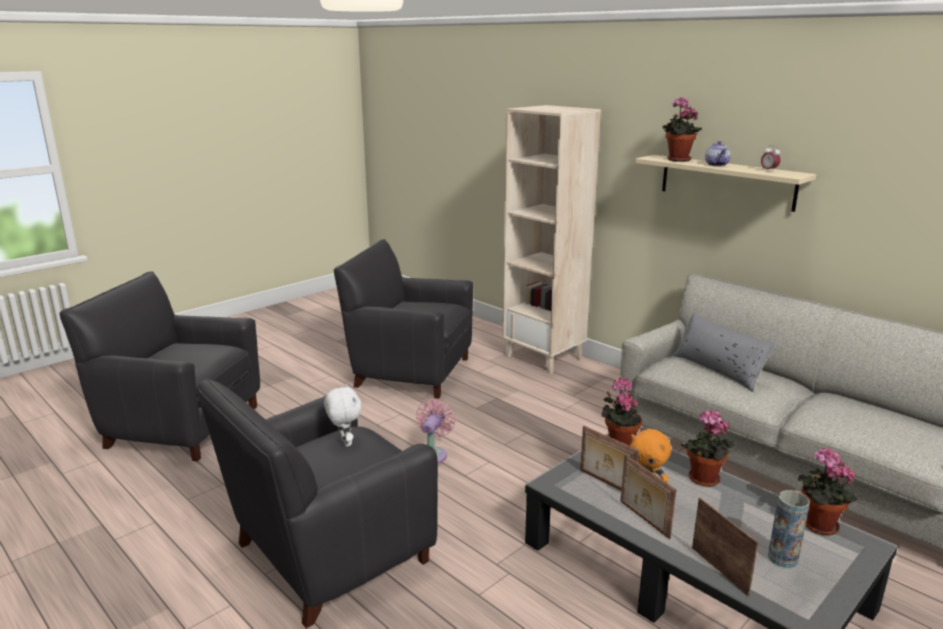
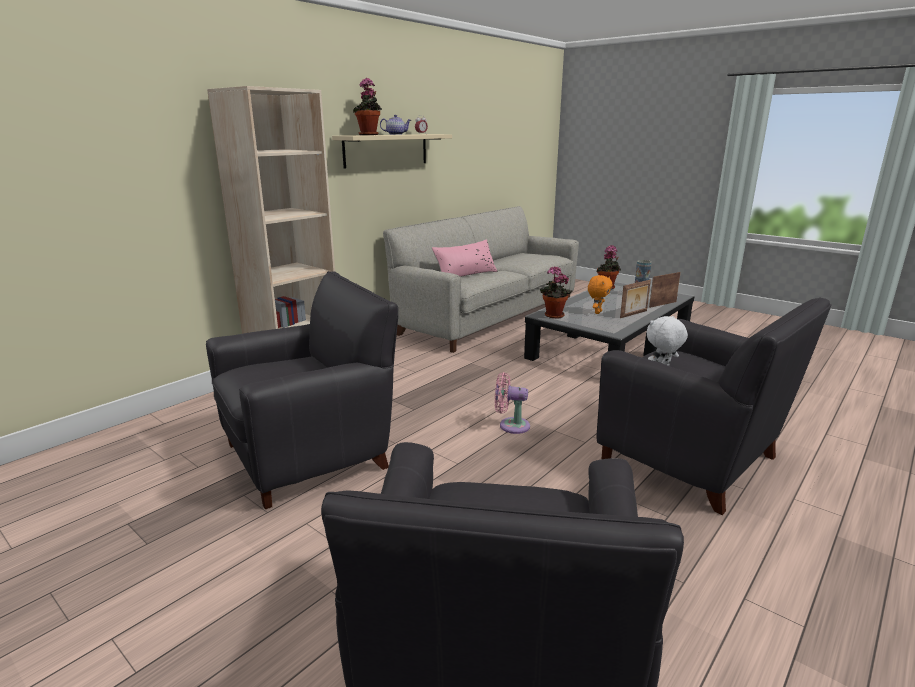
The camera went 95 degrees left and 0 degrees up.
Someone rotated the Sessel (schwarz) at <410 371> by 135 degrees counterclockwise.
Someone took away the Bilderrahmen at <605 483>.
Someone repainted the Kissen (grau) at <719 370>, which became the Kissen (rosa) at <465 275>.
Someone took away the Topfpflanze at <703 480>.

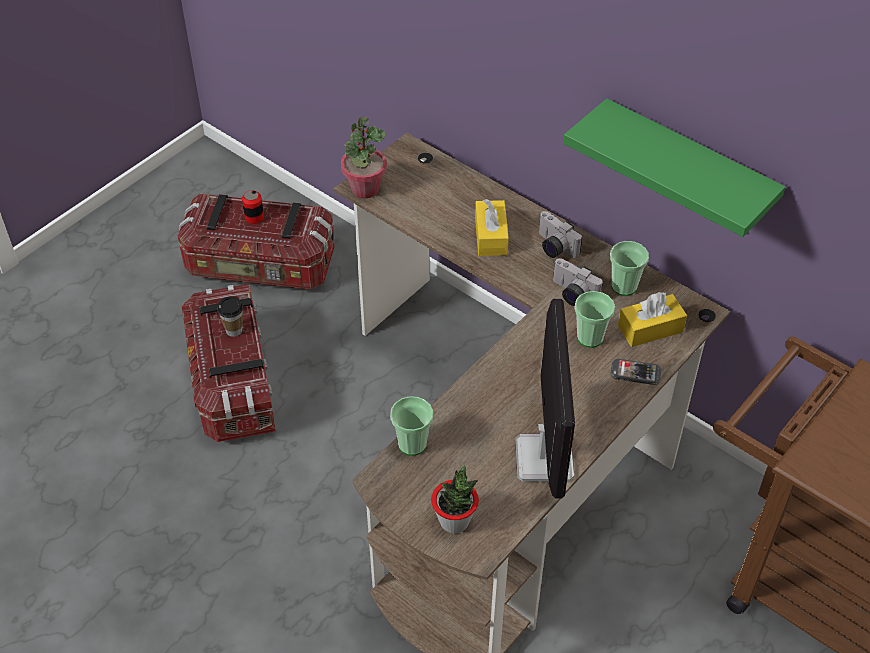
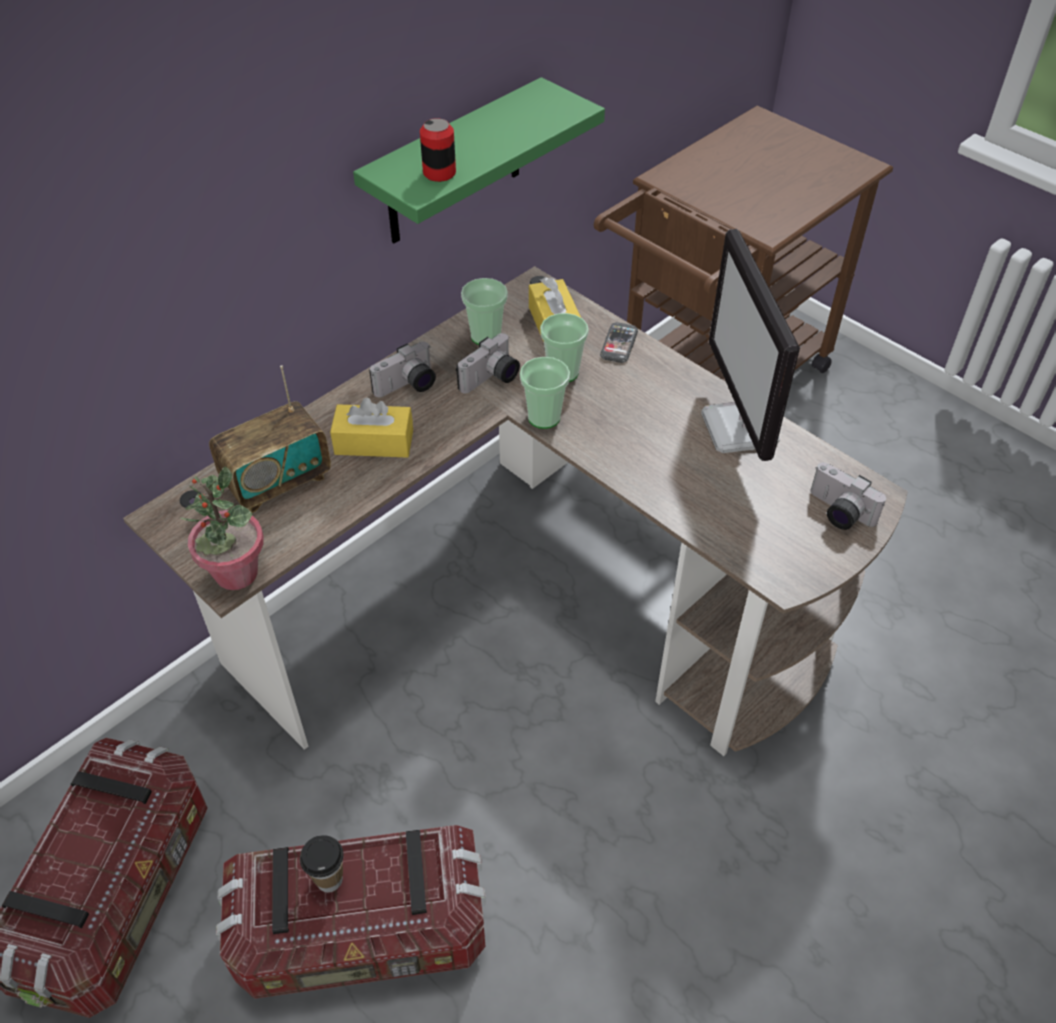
The camera went 85 degrees left and 0 degrees up.
Someone carried the Dose from <254 217> to <439 173>.
Someone carried the Tasse from <412 444> to <544 417>.
Someone swapped the Topfpflanze at <454 521> for the Kamera at <837 513>.
Someone rotated the Monitor at <543 457> by 105 degrees counterclockwise.
Someone put down the Radio at <277 482>.

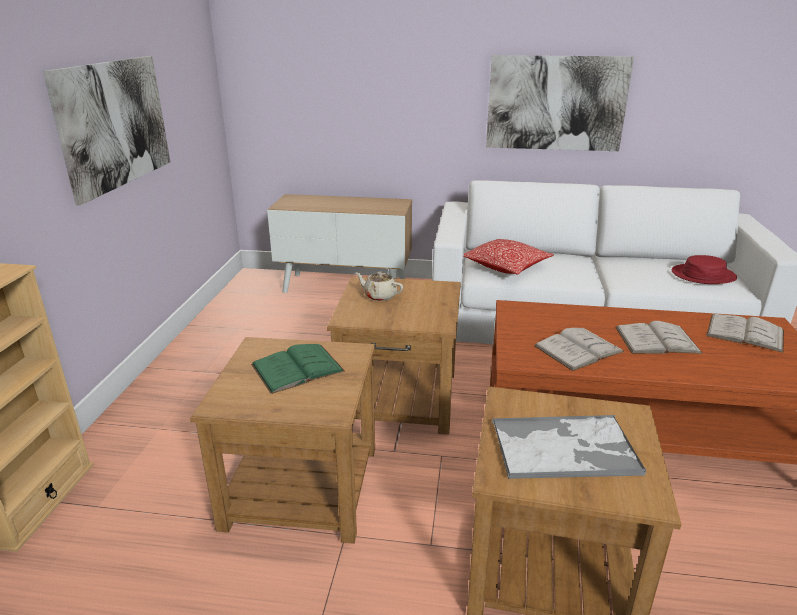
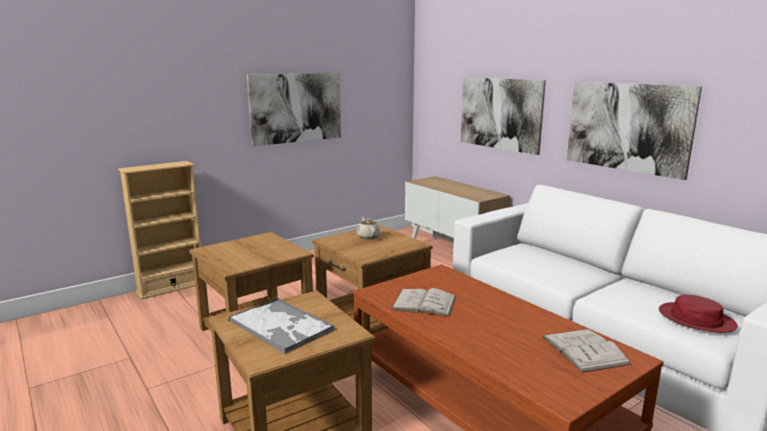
The camera went 45 degrees right and 10 degrees down.
Someone took away the Buch (grün) at <297 368>.
Someone took away the Kissen at <506 266>.
Someone took away the Buch (weiß) at <657 340>.
Someone put up the Bild at <500 113>.

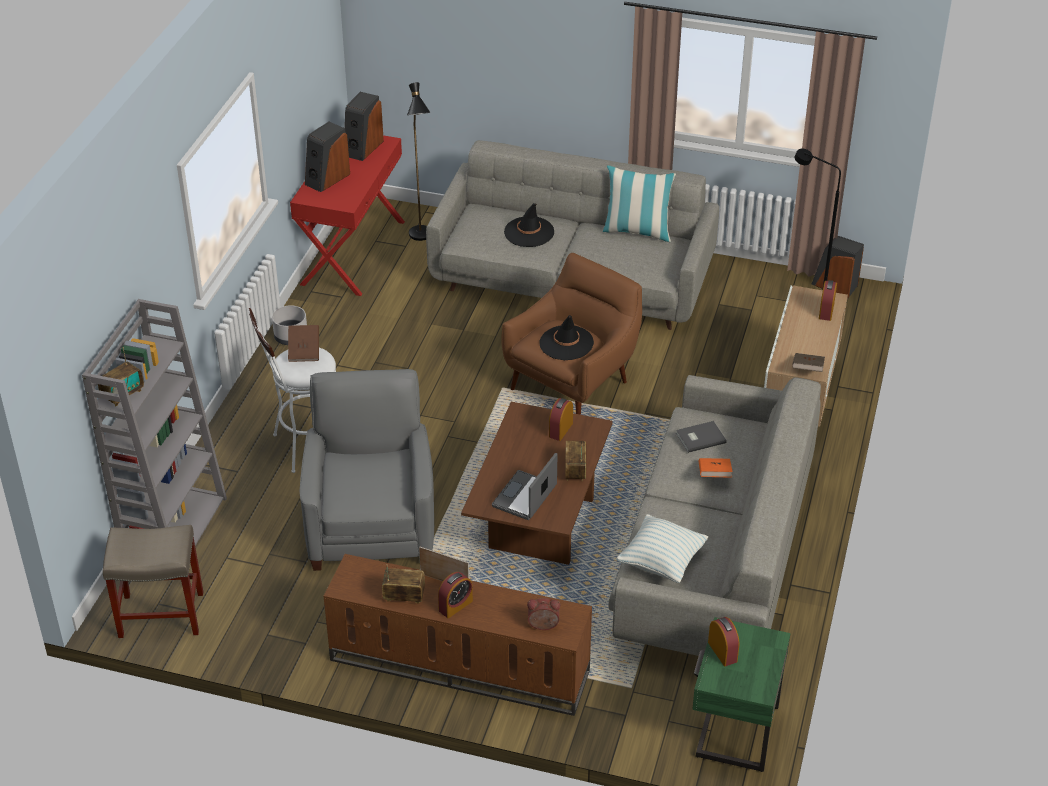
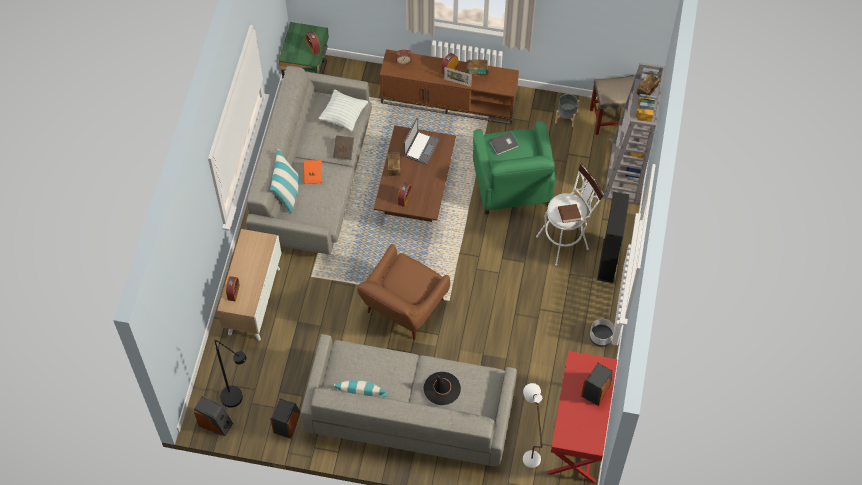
The camera went 175 degrees right and 20 degrees up.
Someone repainted the Sessel (grau) at <371 527>, which became the Sessel (grün) at <512 184>.
Someone carried the Lautsprecher from <363 148> to <287 422>.
Someone repainted the Stehlampe (schwarz) at <422 239>, which became the Stehlampe (weiß) at <529 453>.
Someone took away the Hut (schwarz) at <566 343>.
Someone carried the Buch (grau) from <699 437> to <504 144>.
Someone carried the Buch (braun) from <807 370> to <344 151>.
Someone put down the Kissen at <287 193>.
Someone put down the Pflanzkübel (grau) at <566 117>.
Someone put down the Bücherregal (schwarz) at <608 261>.

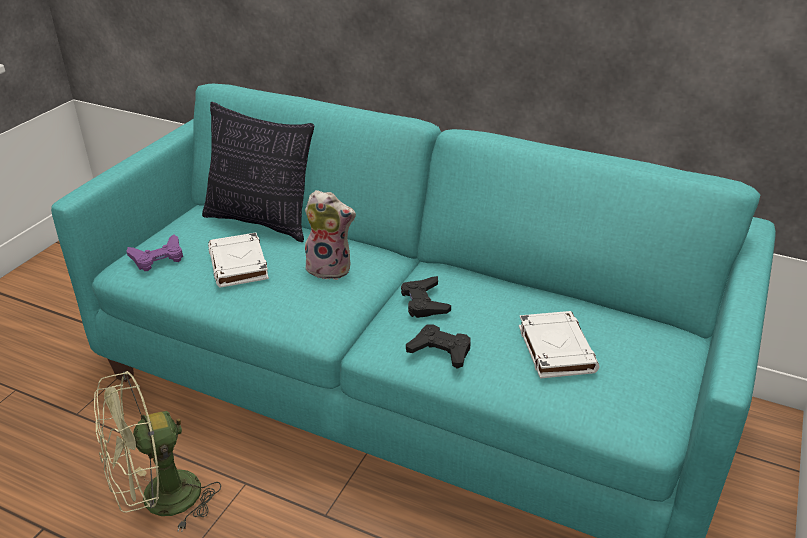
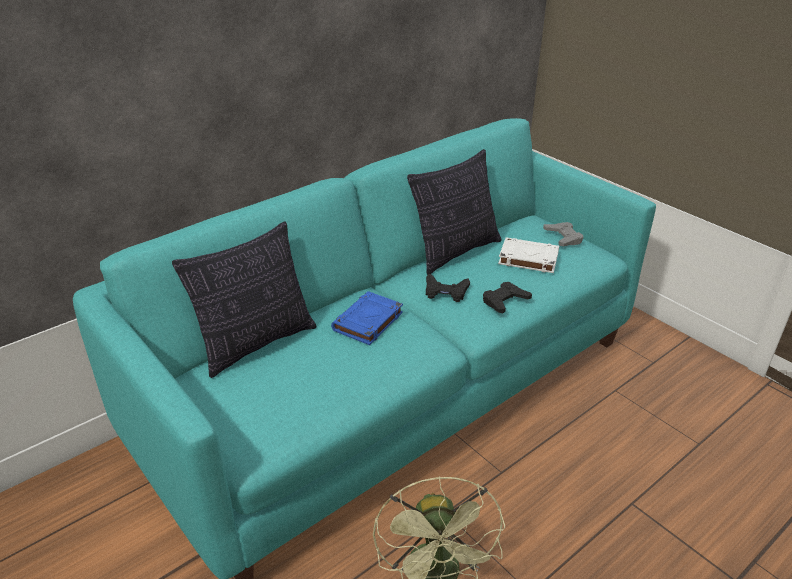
The camera went 65 degrees left and 0 degrees up.
Someone took away the Gamepad (lila) at <158 258>.
Someone took away the Buch (weiß) at <239 265>.
Someone swapped the Plüschtier at <331 268> for the Buch (blau) at <368 322>.
Someone put down the Kissen at <455 252>.
Someone put down the Gamepad (grau) at <563 237>.

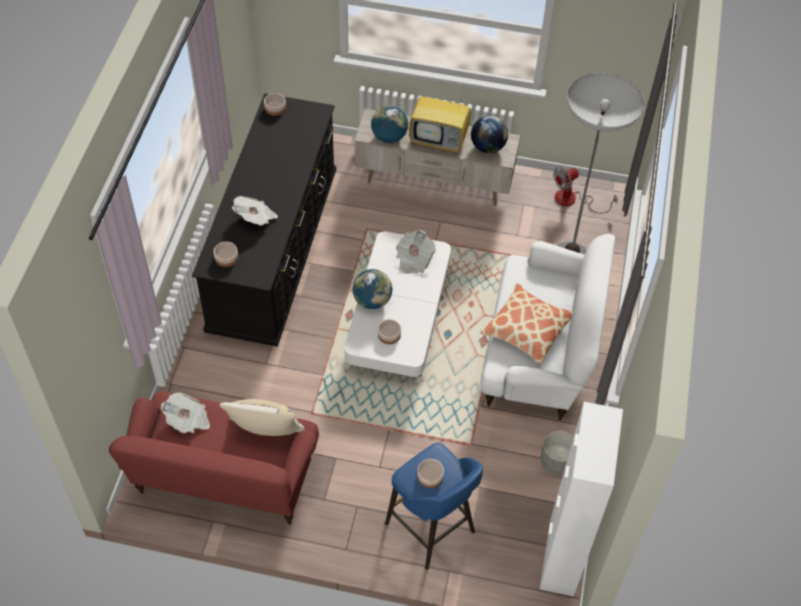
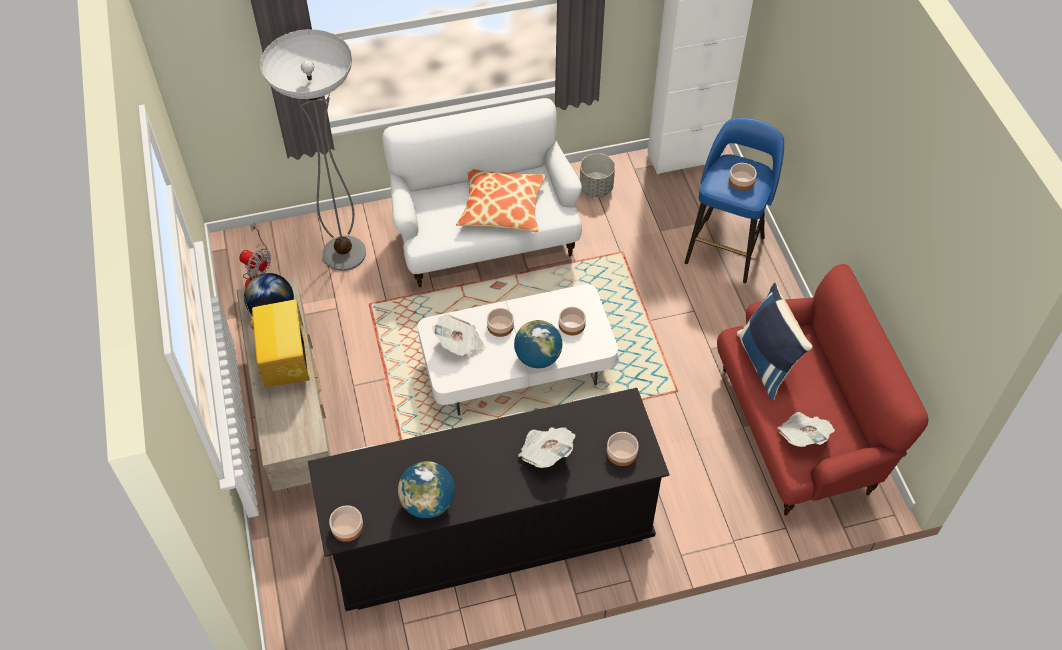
The camera went 115 degrees left and 0 degrees up.
Someone repainted the Kissen (beige) at <264 434>, which became the Kissen (blau) at <767 362>.
Someone carried the Globus from <389 137> to <428 503>.
Someone put down the Schüssel at <500 326>.

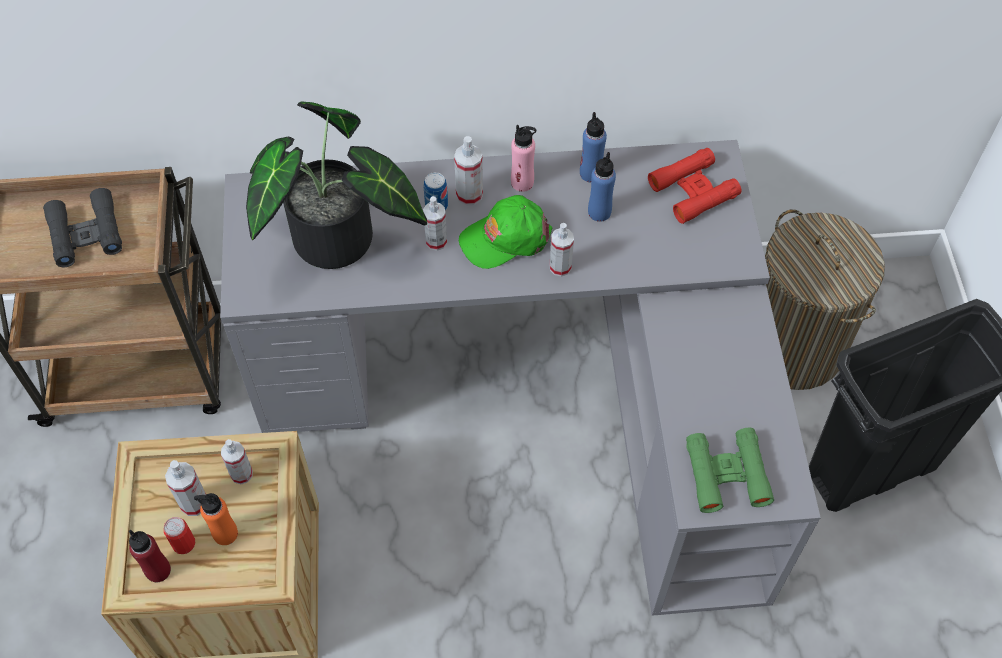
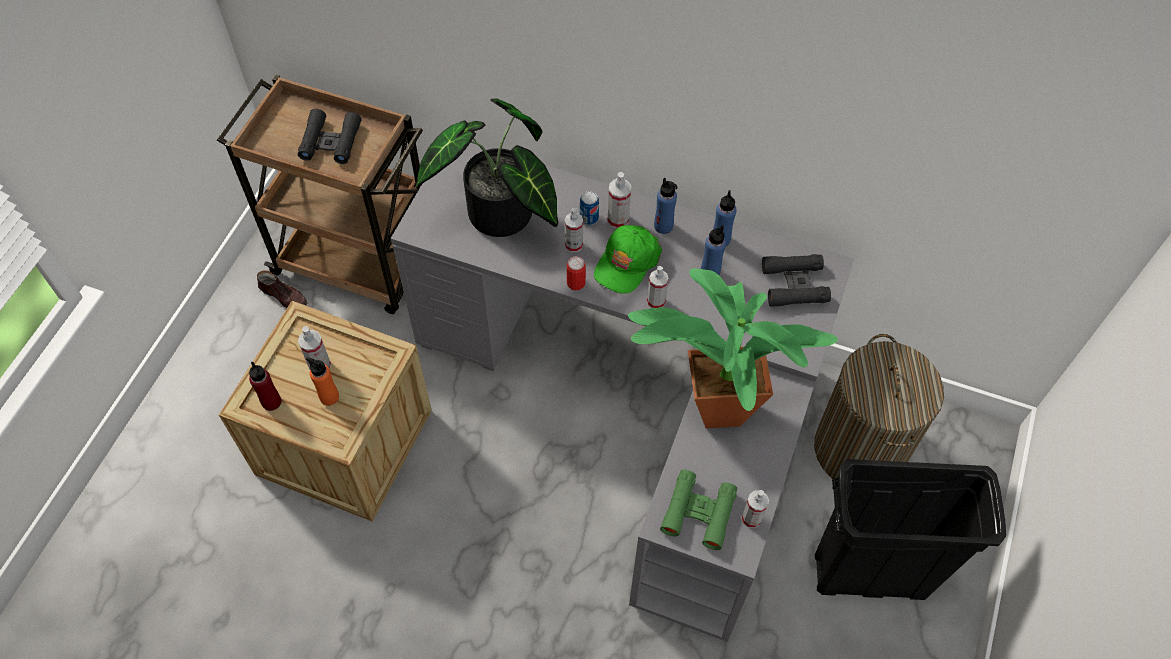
The camera went 25 degrees right and 0 degrees up.
Someone carried the Dose from <183 543> to <576 283>.
Someone carried the Sprühflasche from <241 474> to <751 518>.
Someone rotated the Kappe (grün) at <505 238> by 60 degrees counterclockwise.
Someone repainted the Flasche (rosa) at <522 182>, which became the Flasche (blau) at <663 226>.
Someone repainted the Fernglas (rot) at <693 190>, which became the Fernglas (schwarz) at <794 284>.
Someone put down the Schuh (braun) at <284 296>.
Someone put down the Topfpflanze at <709 406>.

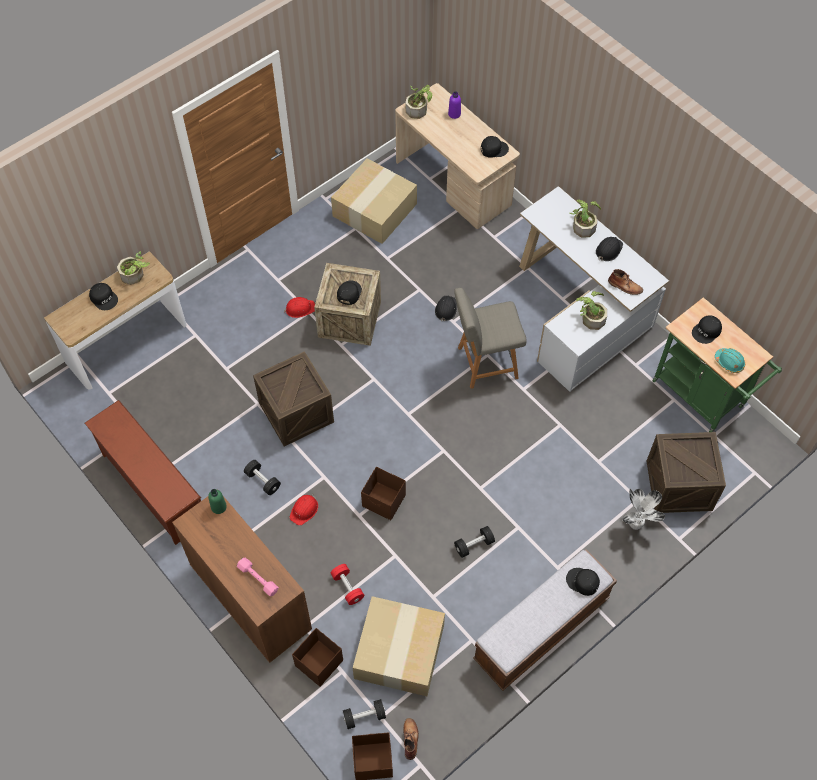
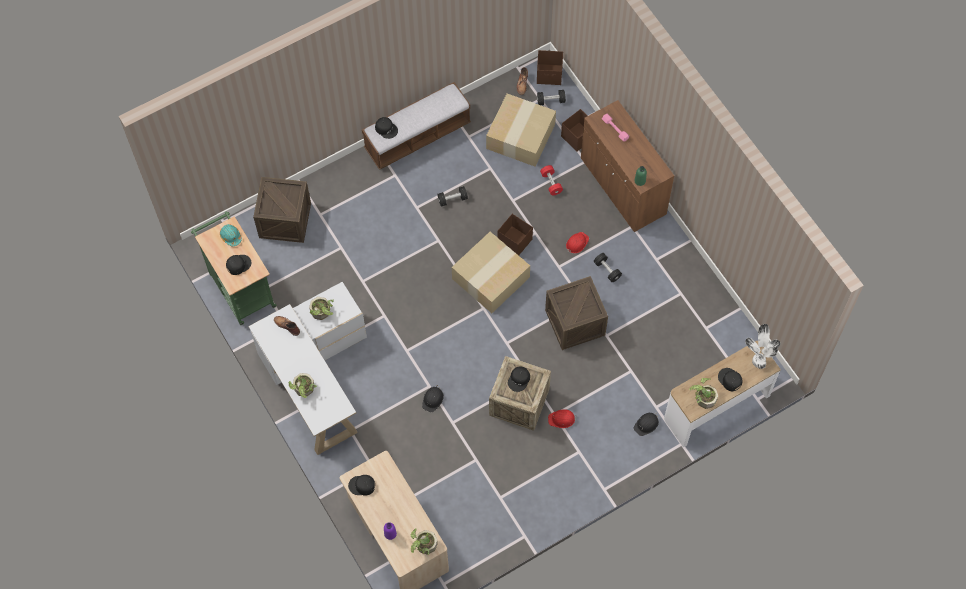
The camera went 170 degrees left and 5 degrees up.
Someone took away the Schuhregal (braun) at <153 488>.
Someone carried the Karton from <374 209> to <491 279>.
Someone took away the Stuhl (grau) at <485 363>.
Someone carried the Schutzhelm (schwarz) from <608 250> to <646 424>.
Someone carried the Topfpflanze from <635 526> to <757 362>.

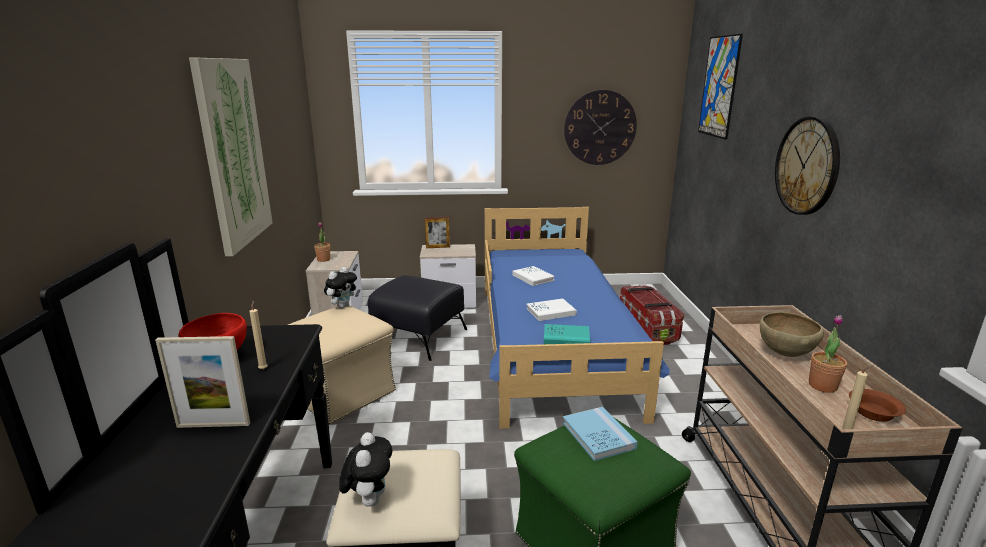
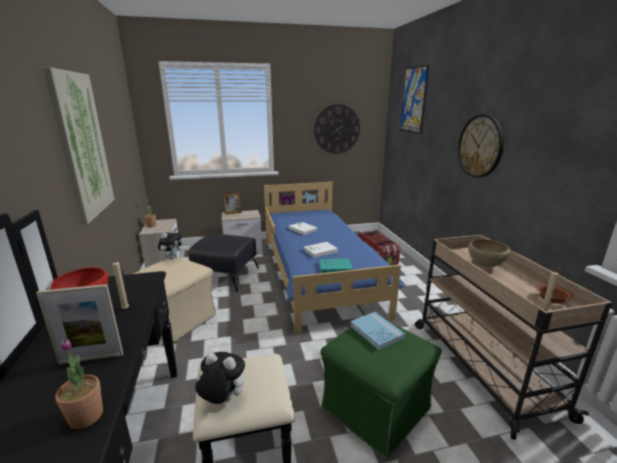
The camera went 10 degrees left and 0 degrees up.
Someone rotated the Plüschtier at <369 499> by 60 degrees counterclockwise.
Someone carried the Topfpflanze from <822 386> to <86 416>.

